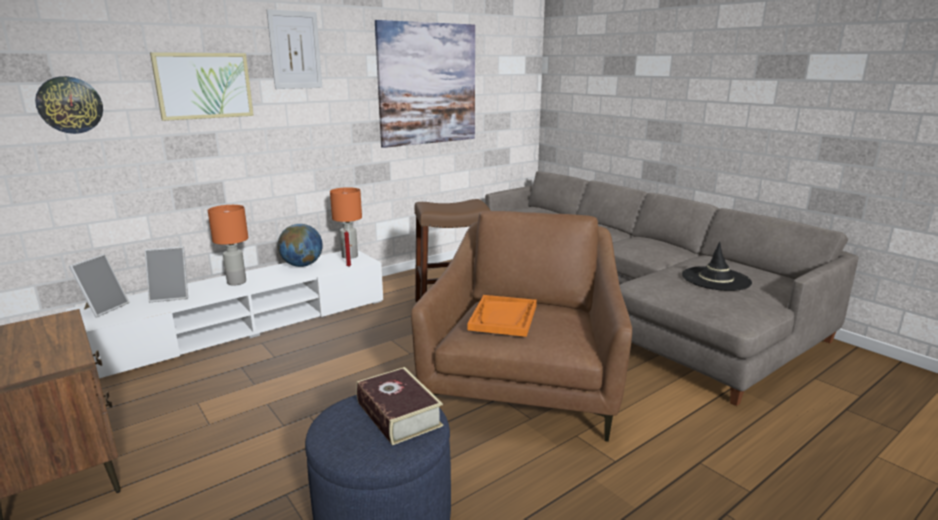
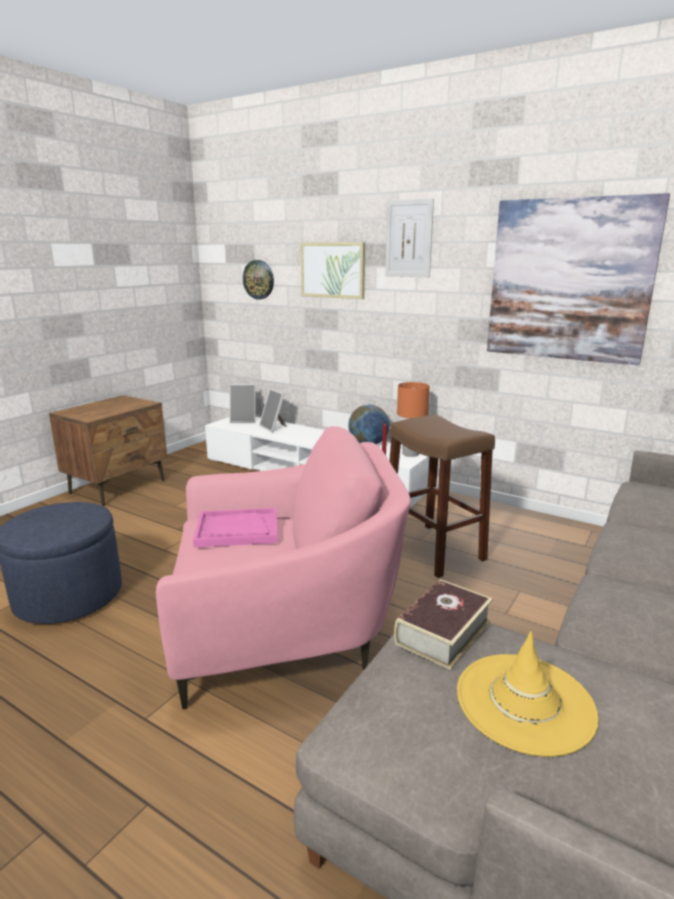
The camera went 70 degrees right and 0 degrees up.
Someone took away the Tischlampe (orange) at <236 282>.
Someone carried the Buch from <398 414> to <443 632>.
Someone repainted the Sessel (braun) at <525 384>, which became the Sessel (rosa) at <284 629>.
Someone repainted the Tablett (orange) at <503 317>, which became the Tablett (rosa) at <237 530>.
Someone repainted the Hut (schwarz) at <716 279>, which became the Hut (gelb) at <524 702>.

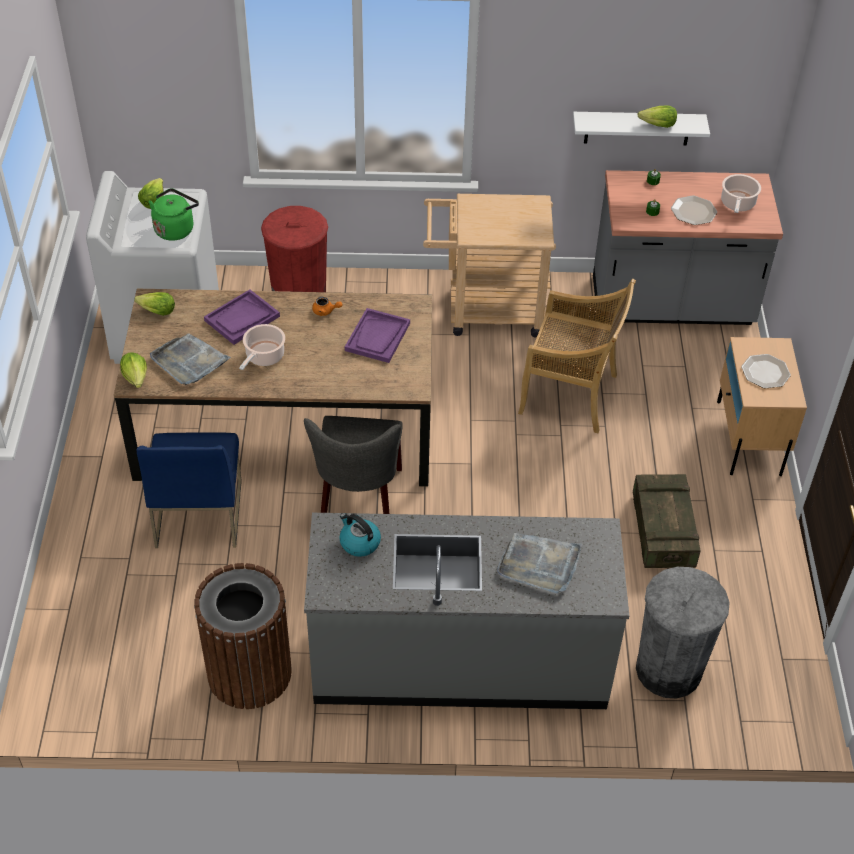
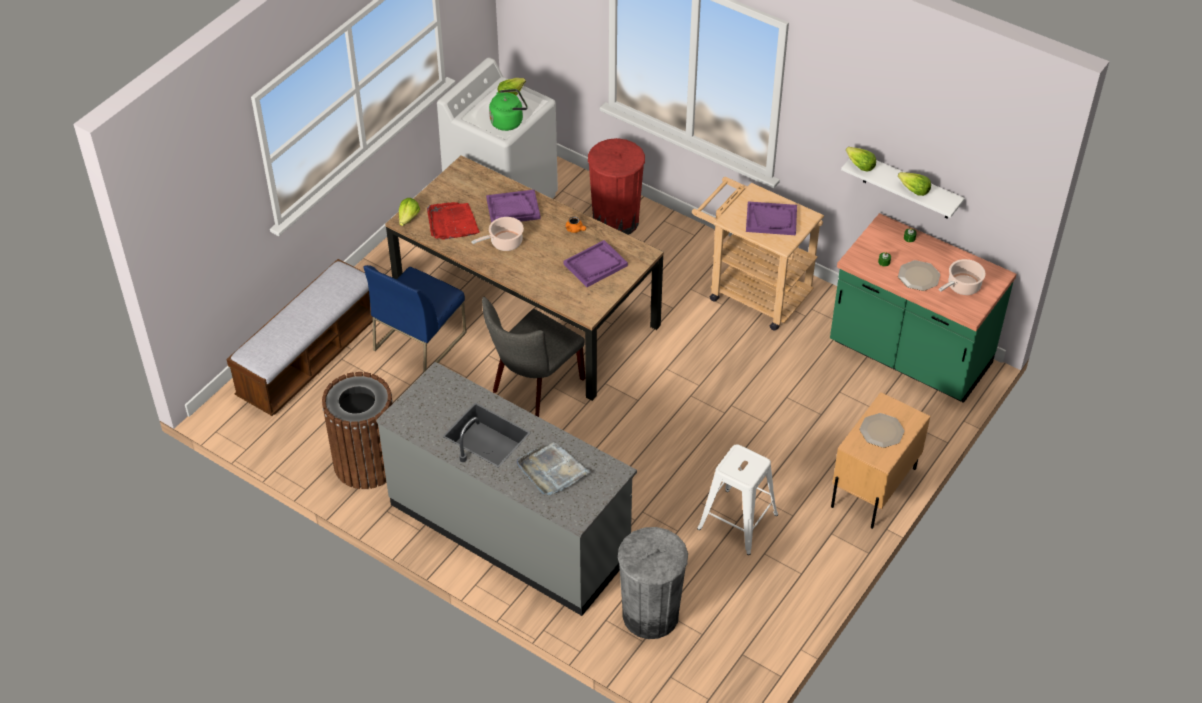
The camera went 35 degrees right and 0 degrees up.
Someone carried the Salatkopf from <157 311> to <859 165>.
Someone repainted the Tablett (grau) at <189 361>, which became the Tablett (rot) at <452 223>.
Someone took away the Wasserkessel at <359 543>.
Someone took away the Stuhl (beige) at <570 395>.
Someone repainted the Küchenzeile (grau) at <671 305>, which became the Küchenzeile (grün) at <909 356>.
Someone swapped the Kiste at <663 531> for the Hocker (weiß) at <737 520>.
Someone put down the Bank at <310 358>.
Someone put down the Tablett (lila) at <771 220>.

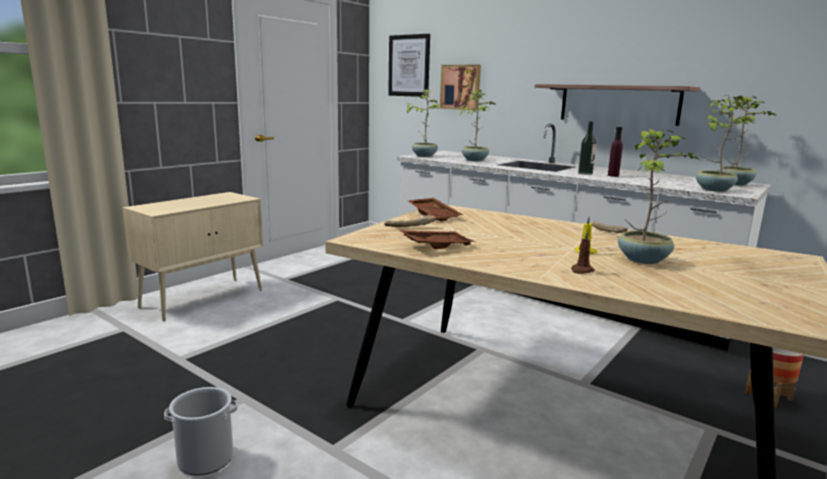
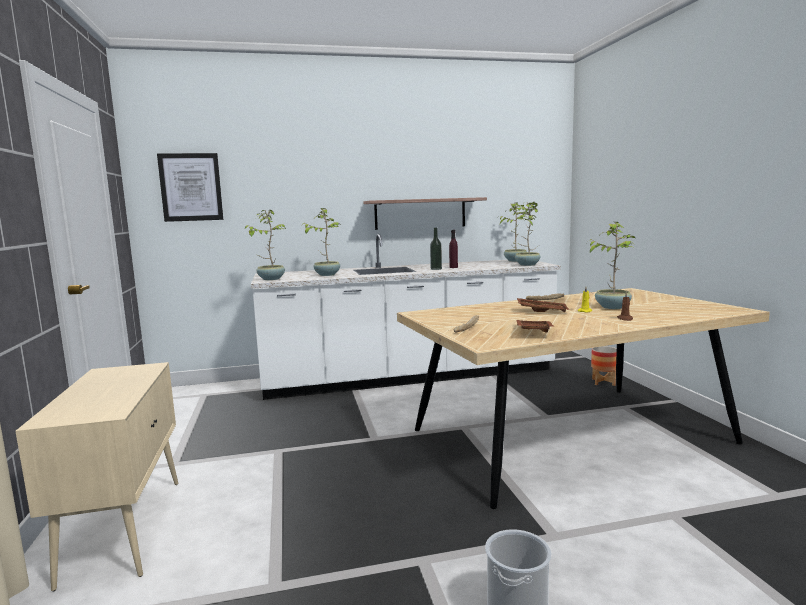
The camera went 50 degrees left and 5 degrees down.
Someone carried the Tablett (braun) from <435 215> to <542 310>.
Someone took away the Bild at <461 87>.

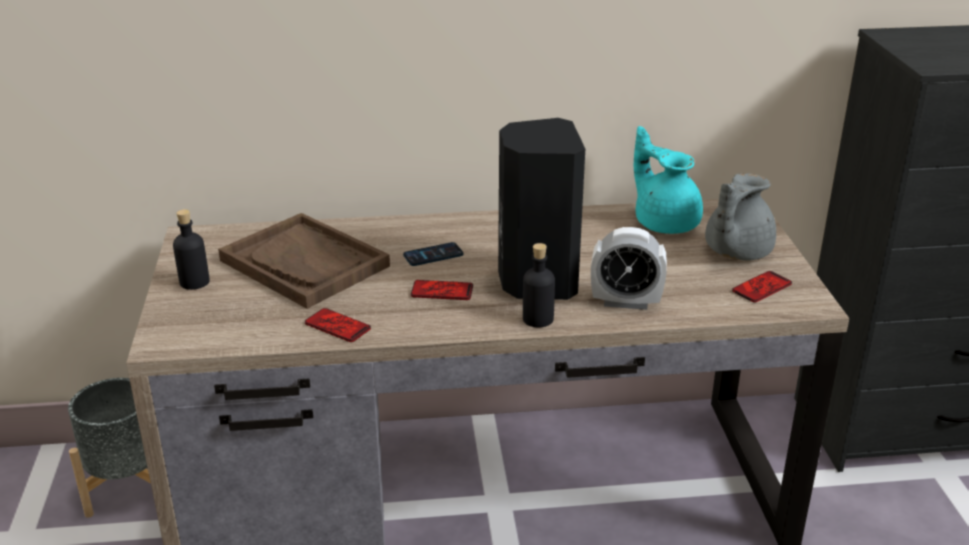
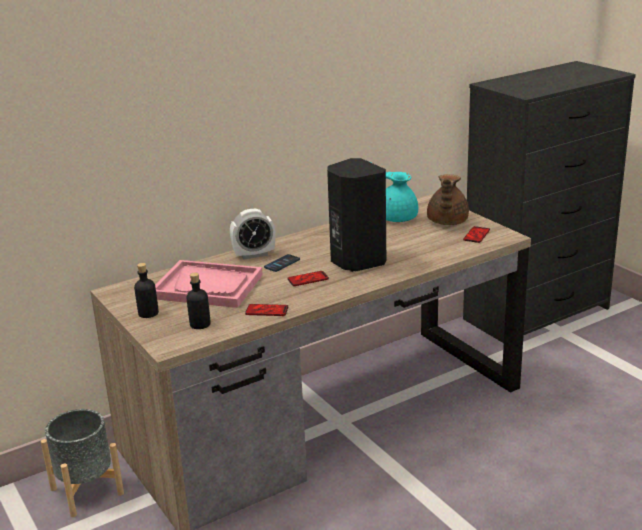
The camera went 25 degrees left and 5 degrees down.
Someone repainted the Tablett (braun) at <305 263>, which became the Tablett (rosa) at <208 286>.
Someone carried the Flasche (schwarz) from <538 319> to <200 324>.
Someone carried the Wecker from <625 302> to <254 255>.
Someone repainted the Teekanne (grau) at <735 251>, which became the Teekanne (braun) at <446 222>.

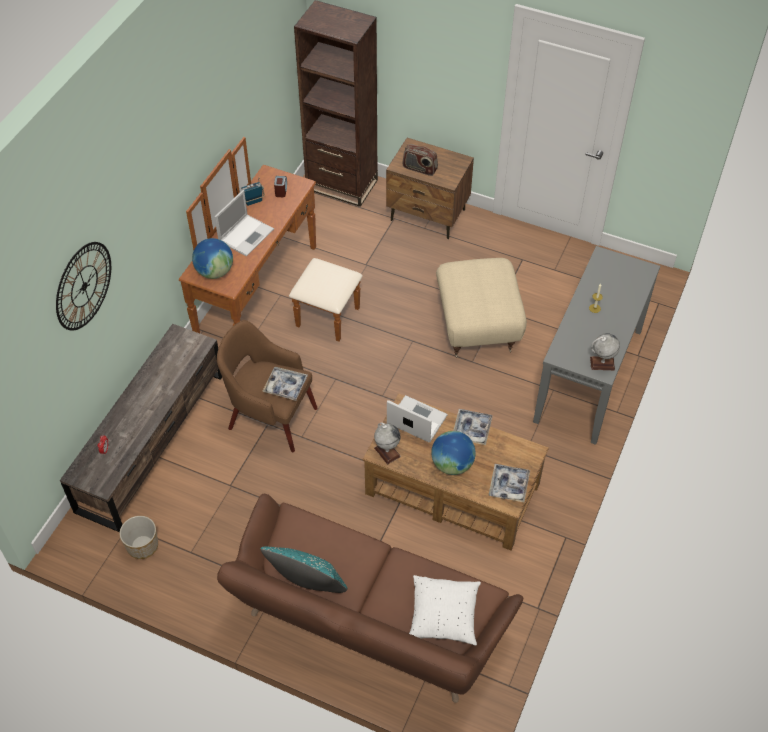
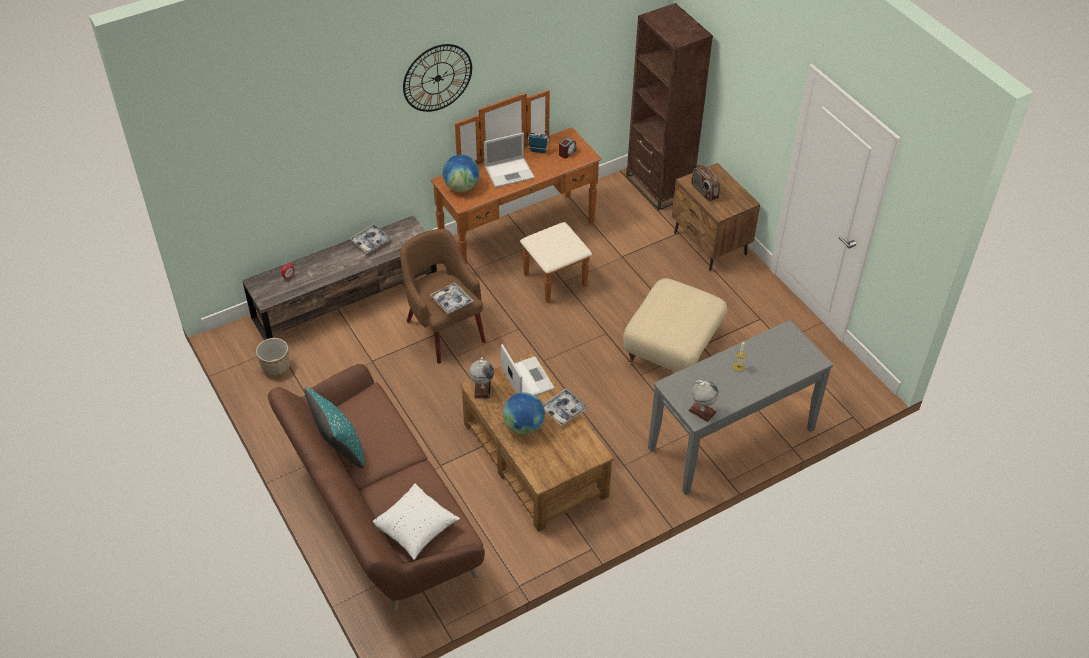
The camera went 35 degrees right and 5 degrees down.
Someone carried the Wanduhr from <84 286> to <437 78>.
Someone carried the Tablett from <509 485> to <371 241>.

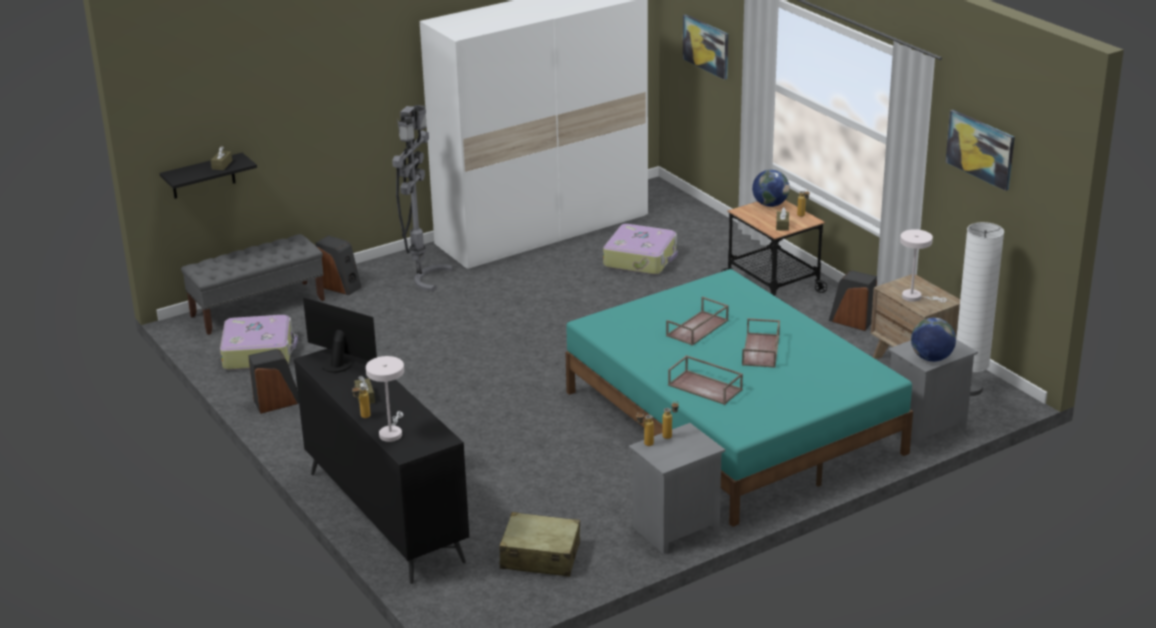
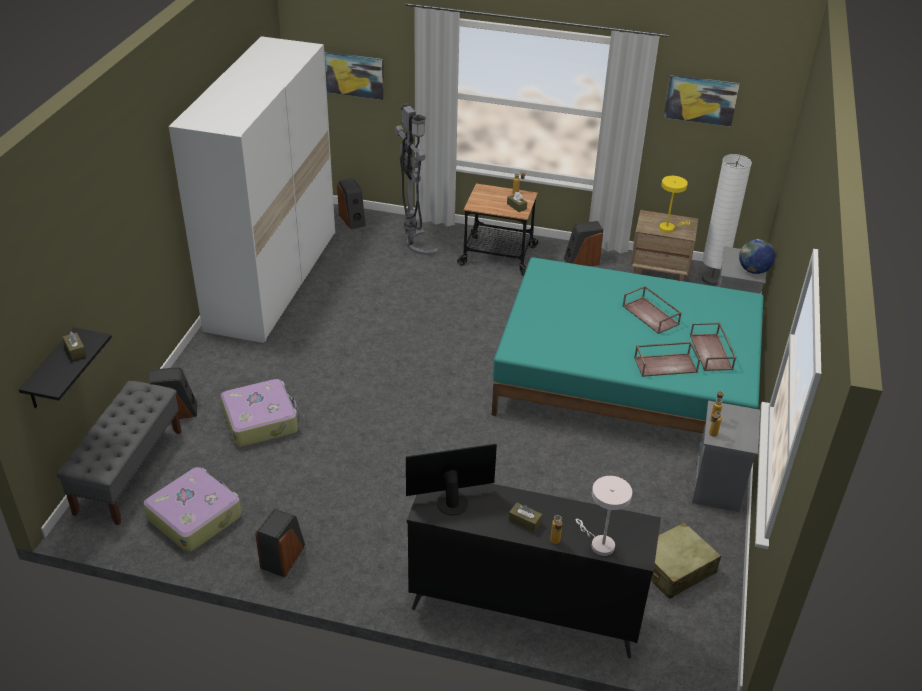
The camera went 45 degrees left and 10 degrees up.
Someone carried the Stehlampe (grau) from <423 277> to <413 246>.
Someone carried the Koffer from <641 259> to <261 420>.
Someone carried the Tablett (braun) from <697 328> to <711 352>.
Someone took away the Globus at <770 204>.
Someone repainted the Tischlampe (weiß) at <915 297>, which became the Tischlampe (gelb) at <669 228>.
Someone put down the Lautsprecher at <352 220>.

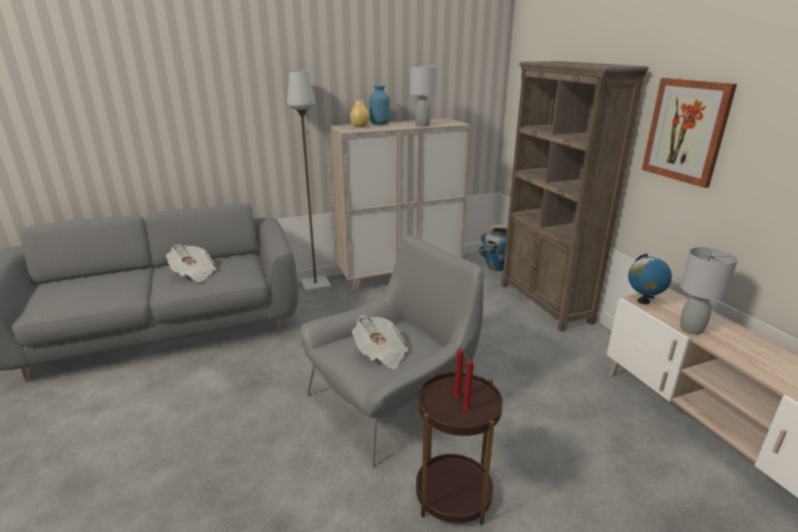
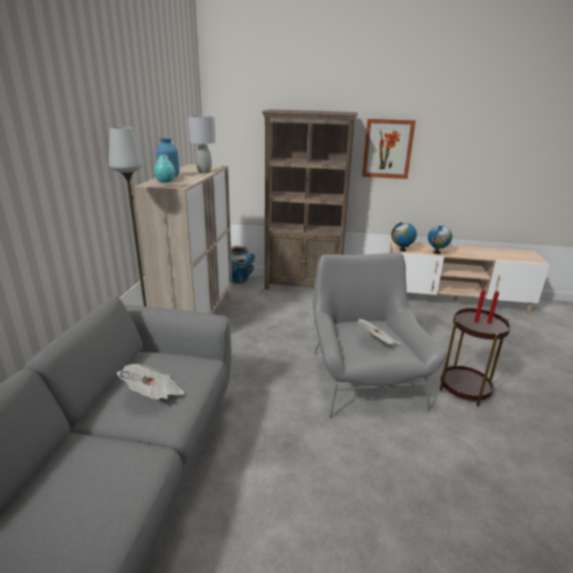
The camera went 60 degrees left and 0 degrees up.
Someone repainted the Vase (gelb) at <360 126>, which became the Vase (türkis) at <165 181>.
Someone swapped the Tischlampe (grau) at <691 329> for the Globus at <437 253>.

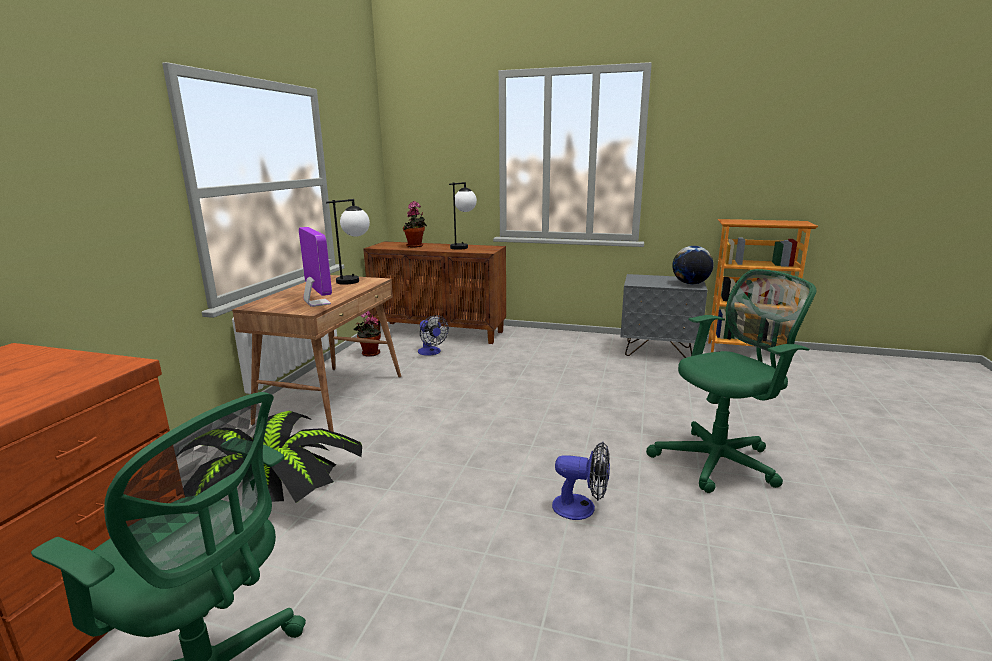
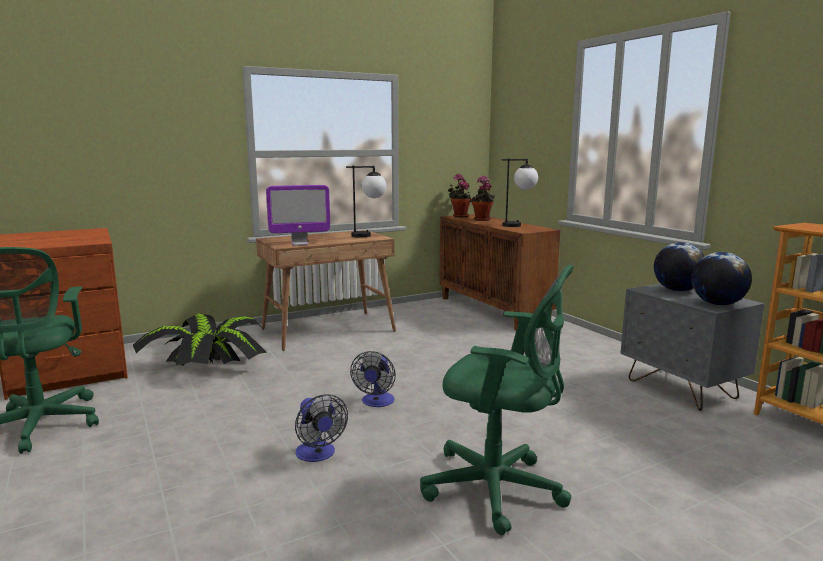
The camera went 45 degrees right and 5 degrees down.
Someone rotated the Monitor at <317 303> by 60 degrees clockwise.
Someone carried the Topfpflanze from <369 354> to <459 216>.
Someone carried the Ventilator from <431 352> to <376 402>.
Someone put down the Globus at <677 290>.

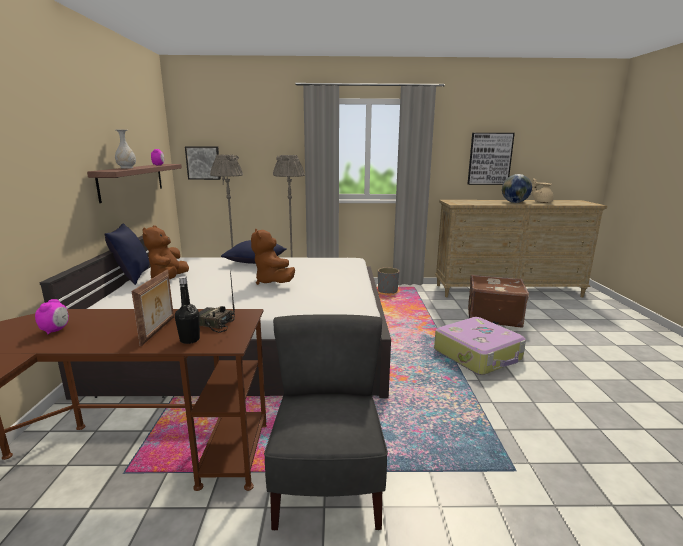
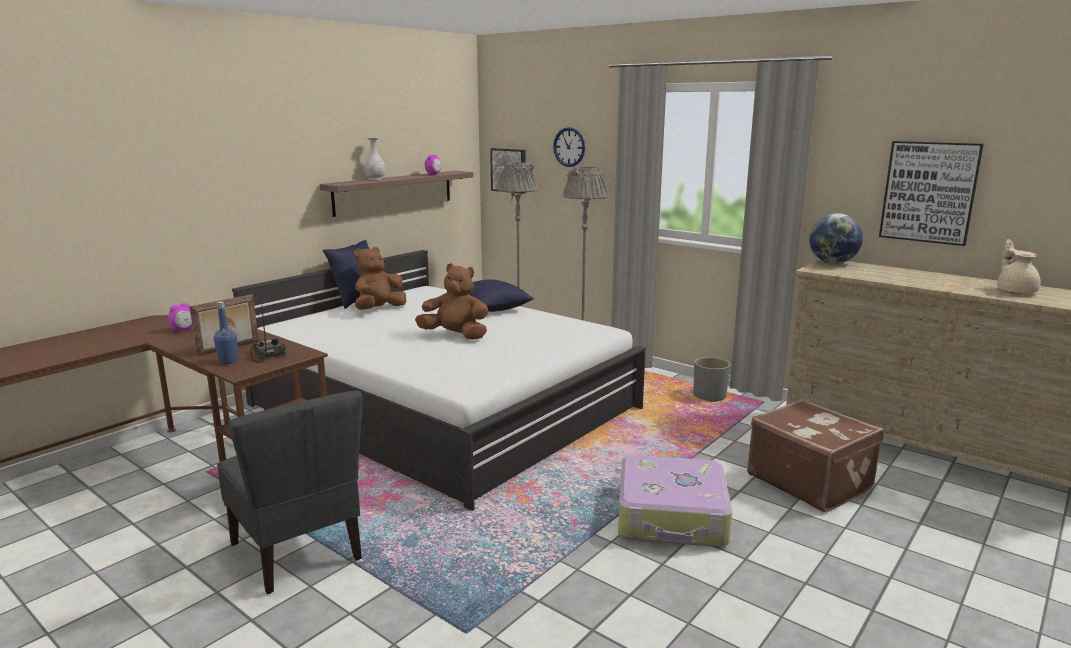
The camera went 40 degrees right and 0 degrees up.
Someone repainted the Flasche (schwarz) at <189 340>, which became the Flasche (blau) at <228 361>.
Someone rotated the Plüschtier (braun) at <273 282> by 90 degrees clockwise.
Someone rotated the Stuhl (grau) at <327 487> by 105 degrees clockwise.
Someone carried the Globus from <514 202> to <832 263>.
Someone put up the Wanduhr at <569 147>.

